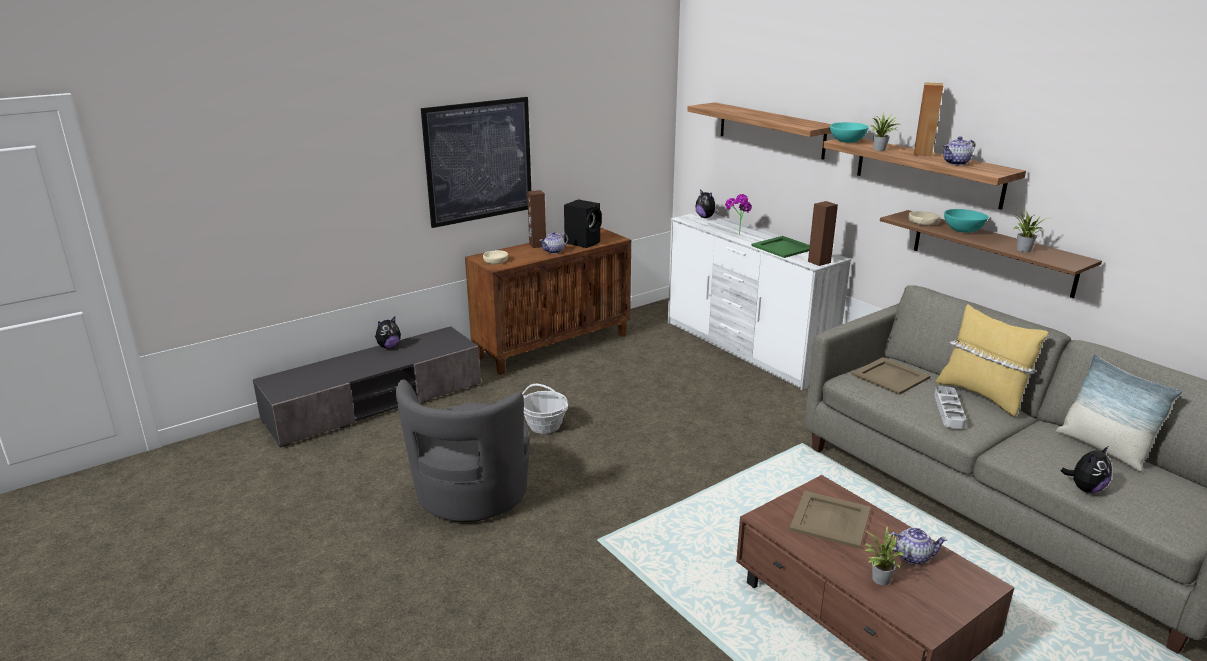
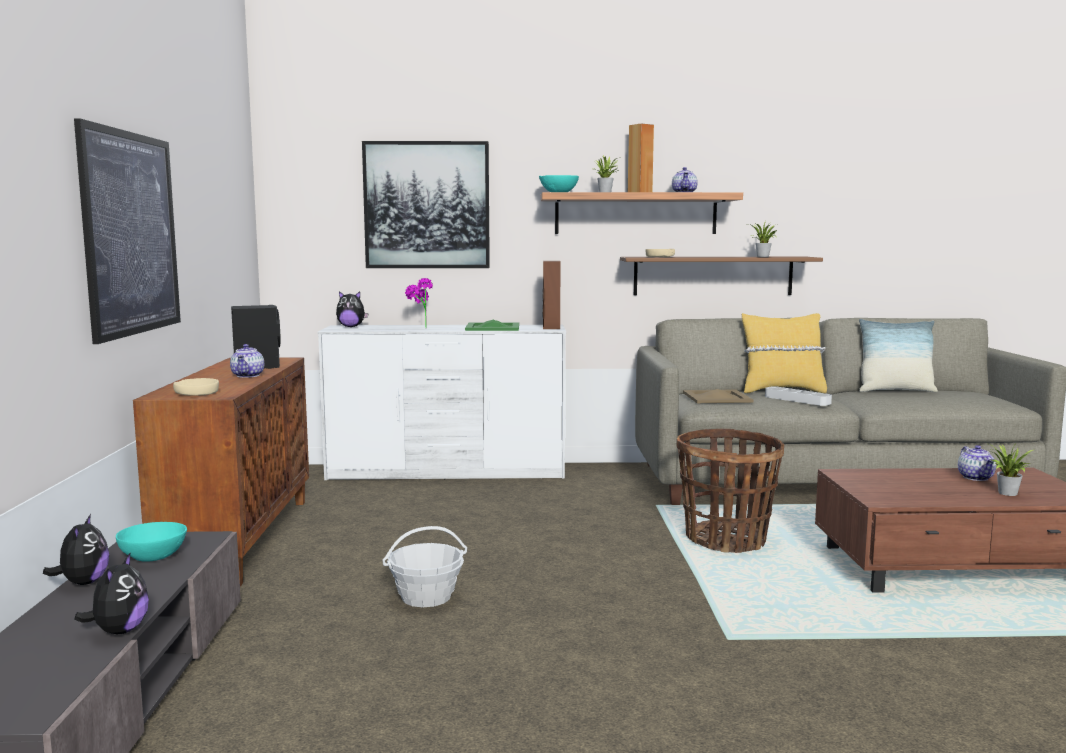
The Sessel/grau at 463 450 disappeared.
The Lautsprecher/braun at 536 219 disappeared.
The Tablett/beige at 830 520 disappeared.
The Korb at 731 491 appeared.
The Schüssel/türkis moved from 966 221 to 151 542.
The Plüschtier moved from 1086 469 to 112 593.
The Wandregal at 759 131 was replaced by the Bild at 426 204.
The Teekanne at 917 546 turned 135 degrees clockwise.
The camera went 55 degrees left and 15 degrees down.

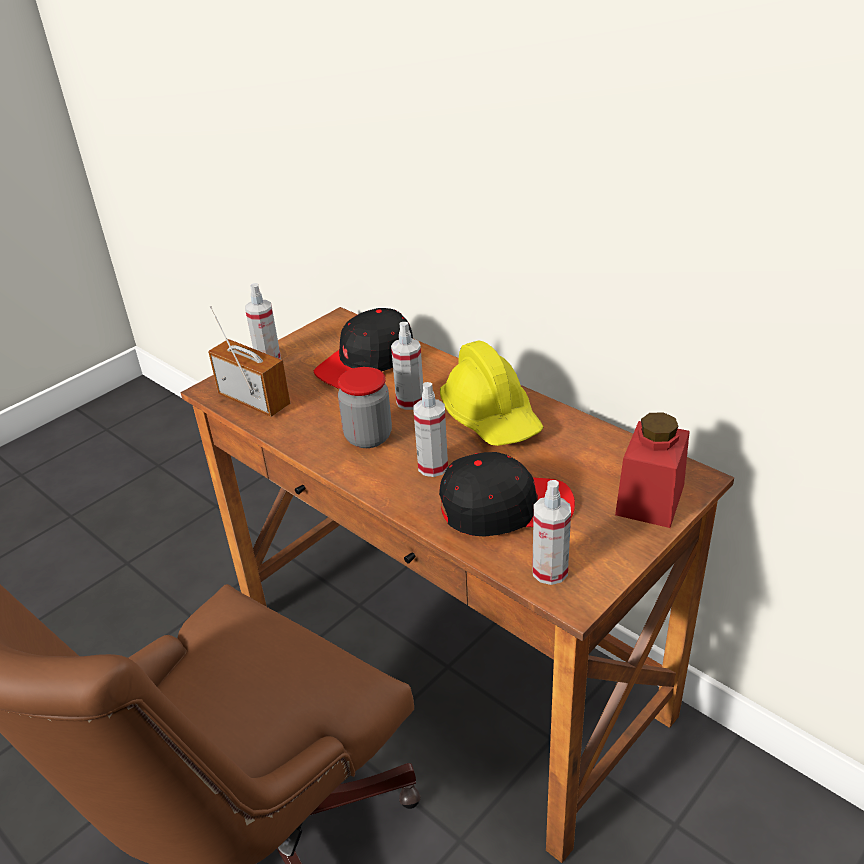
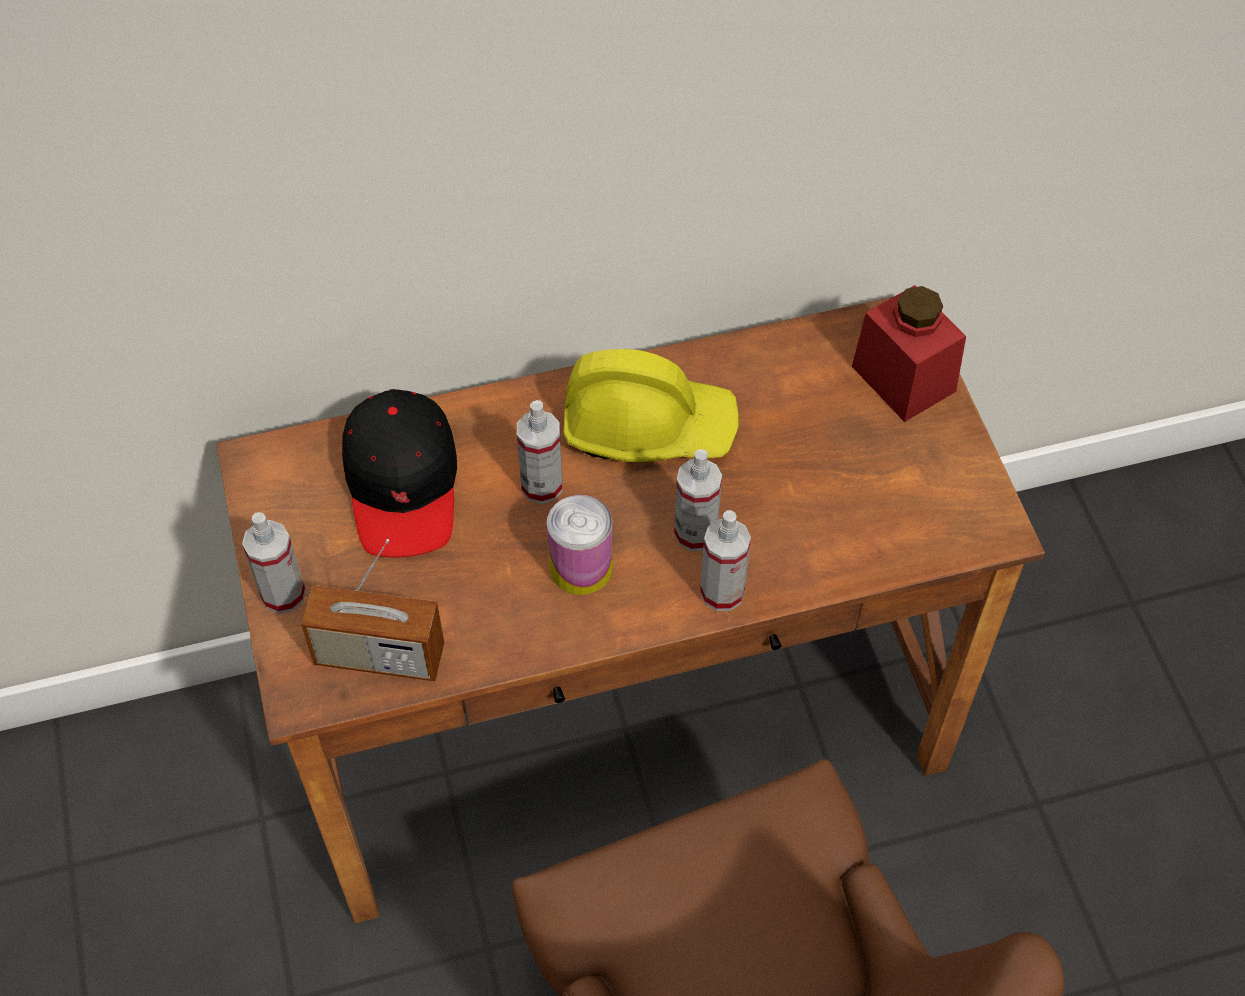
The Kappe/schwarz at 507 494 disappeared.
The Sprühflasche moved from 551 532 to 725 560.
The Vorratsglas at 365 407 was replaced by the Dose at 580 545.
The Radio at 249 361 turned 150 degrees counterclockwise.
The camera went 60 degrees left and 20 degrees up.

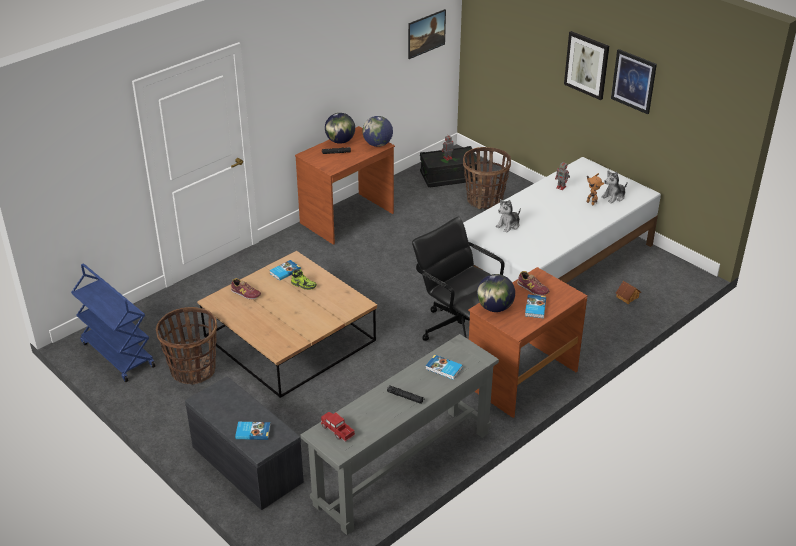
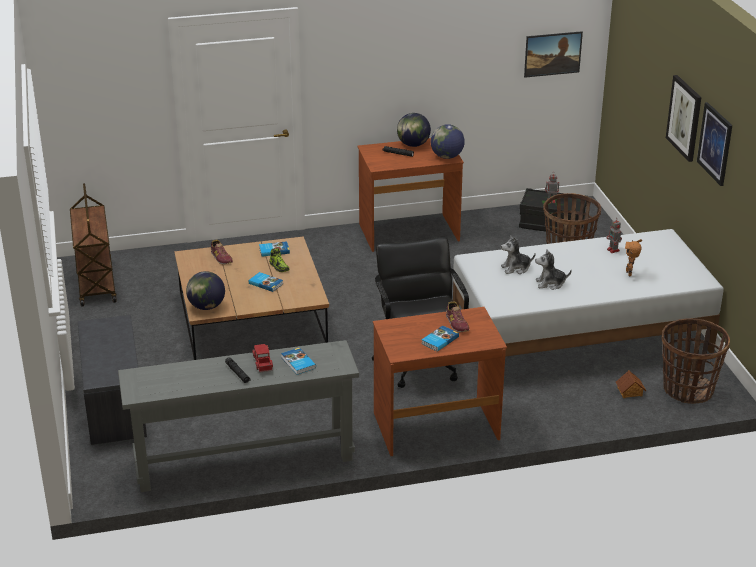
The Korb moved from 186 346 to 696 361.
The Buch moved from 252 431 to 266 282.
The Spielzeuglaster moved from 338 427 to 262 358.
The Globus moved from 496 293 to 205 290.
The Plüschtier moved from 614 186 to 553 269.
The Rollwagen/blau at 113 322 became the Rollwagen/braun at 93 245.
The camera went 30 degrees right and 5 degrees down.

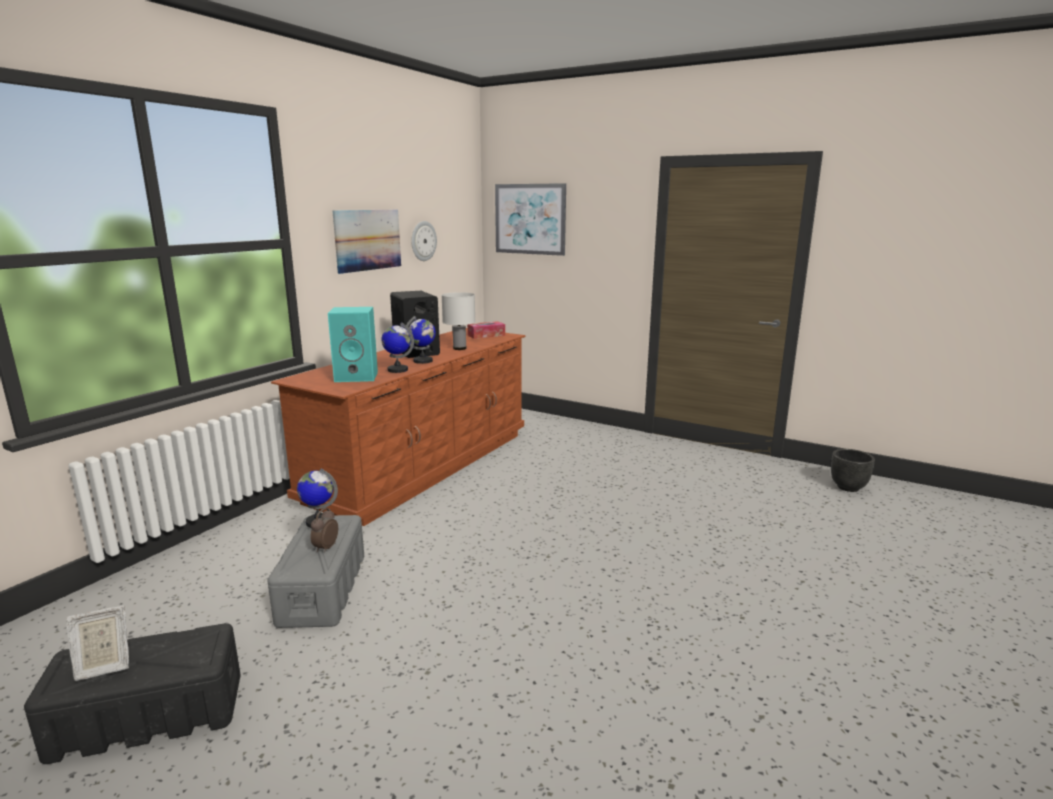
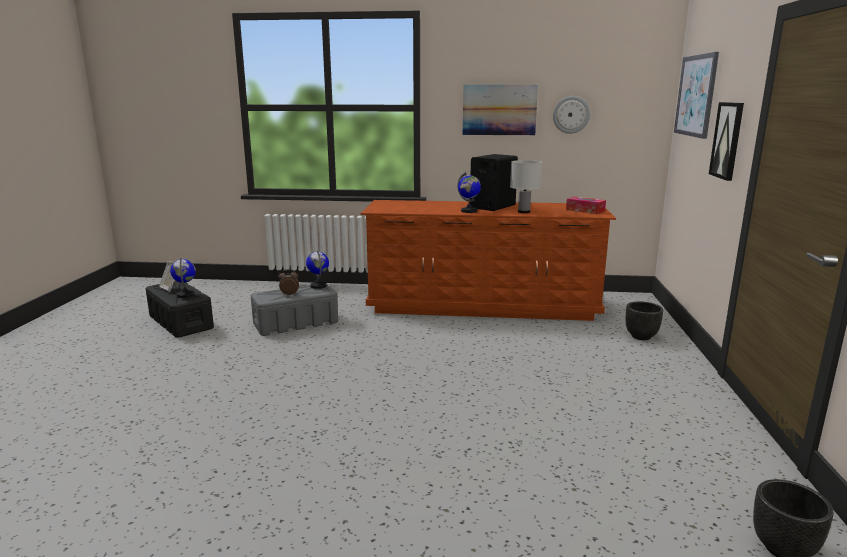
The Lautsprecher/türkis at 353 344 disappeared.
The Pflanzkübel/schwarz at 644 320 appeared.
The Bild at 726 141 appeared.
The Globus moved from 398 347 to 183 278.
The camera went 65 degrees right and 0 degrees up.

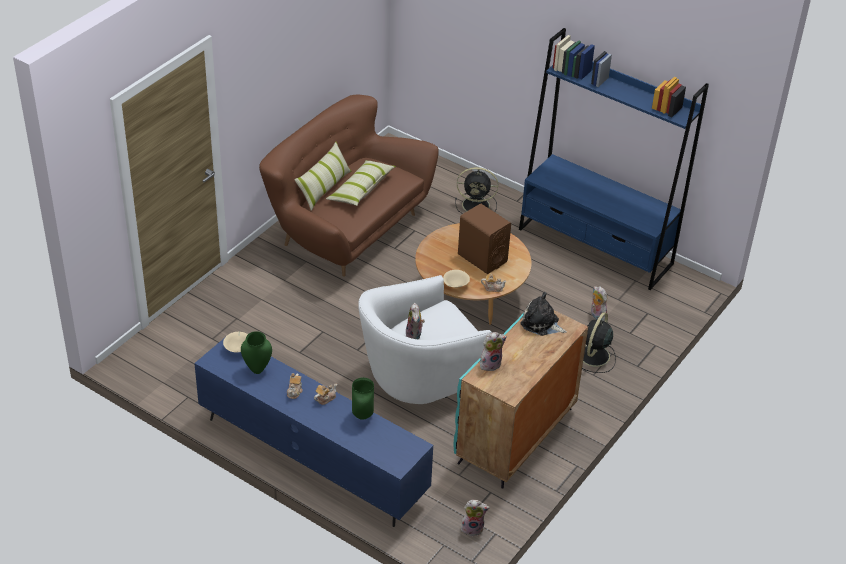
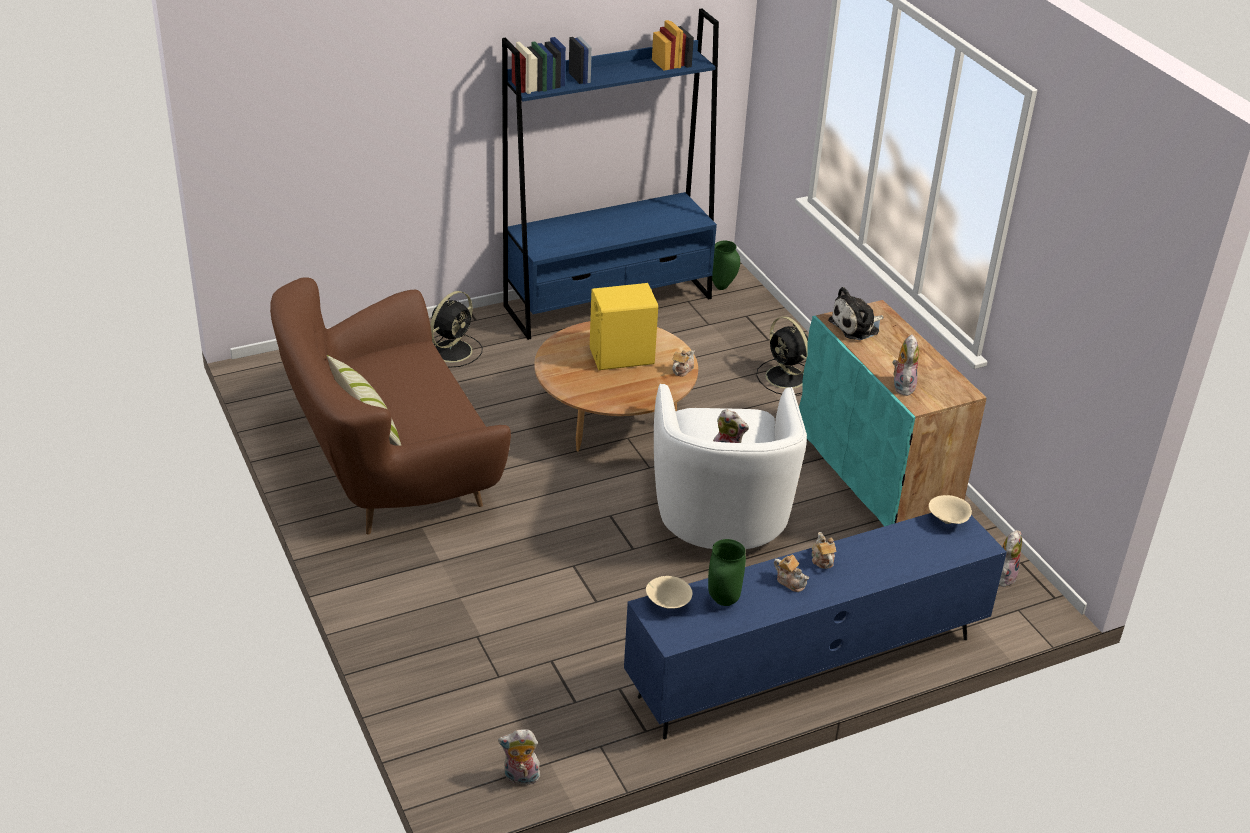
The Kissen at 361 183 disappeared.
The Vase/grün moved from 363 398 to 726 265.
The Schüssel/beige moved from 456 279 to 950 509.
The Plüschtier moved from 599 303 to 519 757.
The Lautsprecher/braun at 484 238 became the Lautsprecher/gelb at 624 326.
The camera went 60 degrees left and 5 degrees down.

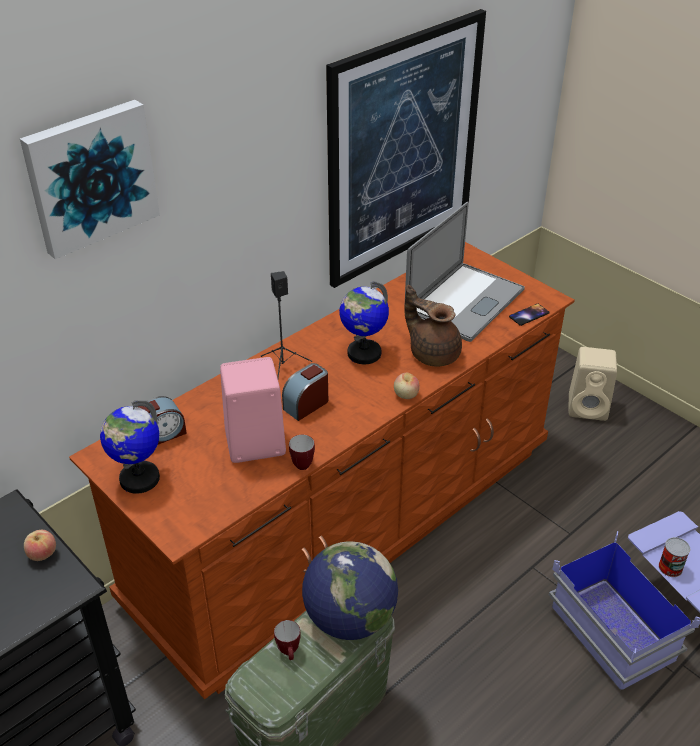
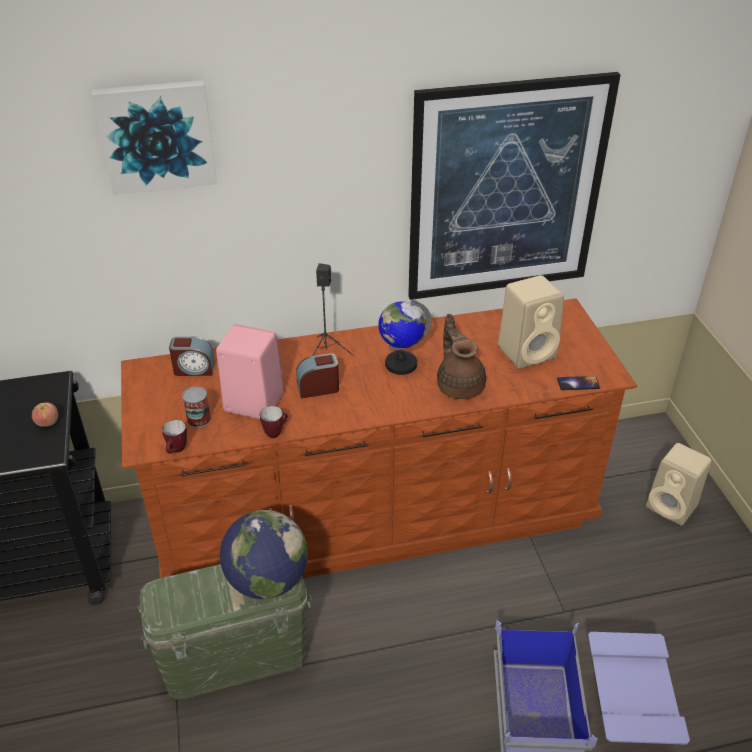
The Globus at 130 447 disappeared.
The Apfel at 407 386 disappeared.
The Henkelbecher moved from 287 640 to 174 437.
The Dose moved from 674 557 to 196 406.
The Laptop at 464 272 was replaced by the Lautsprecher/beige at 531 322.
The camera went 30 degrees right and 0 degrees up.

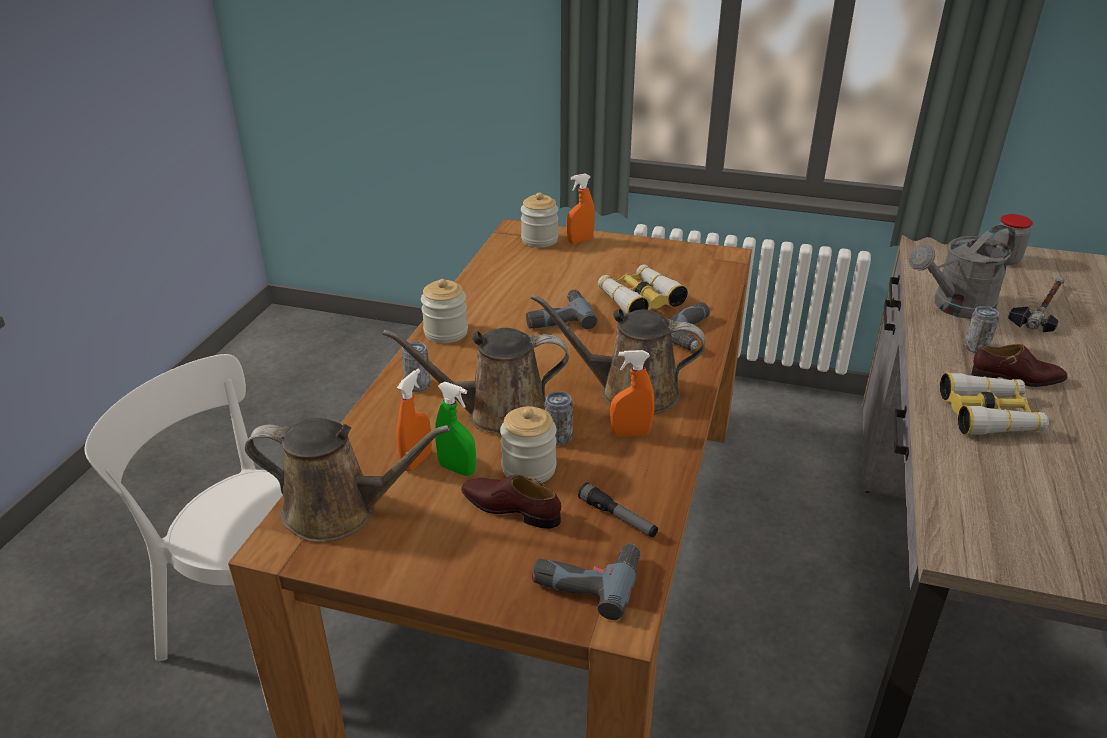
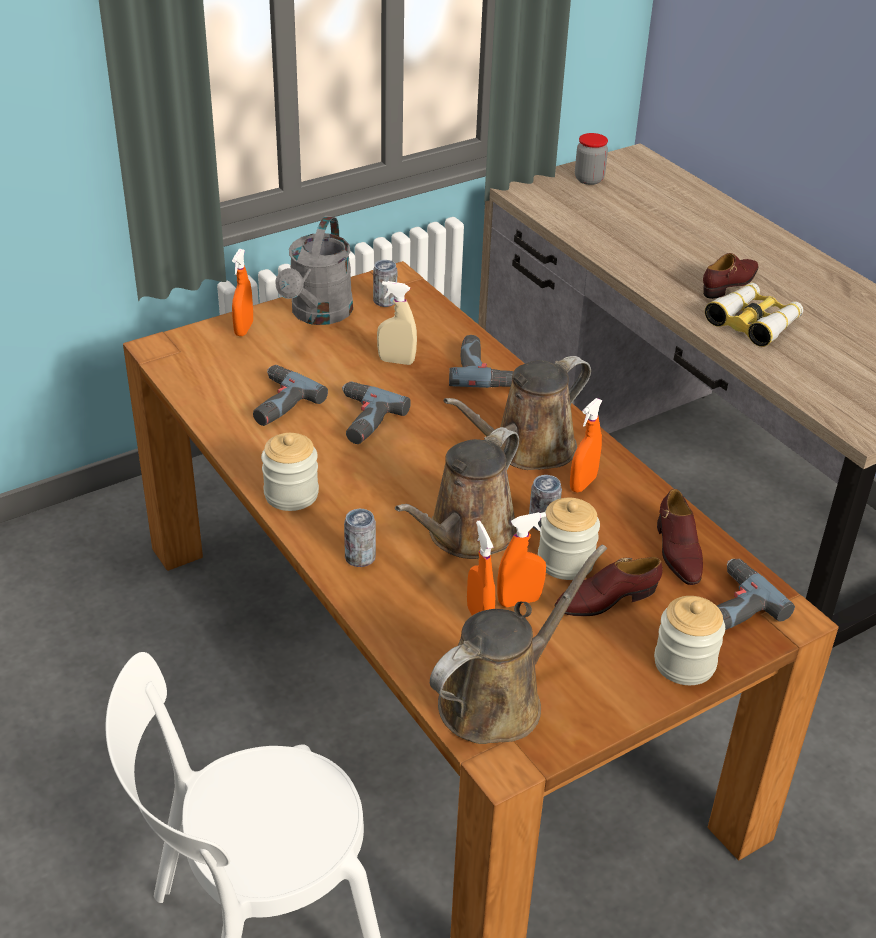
The Hammer at 1036 304 disappeared.
The Bohrmaschine at 290 395 appeared.
The Vorratsglas moved from 539 220 to 689 640.
The Gießkanne/grau moved from 962 272 to 314 270.
The Dose moved from 981 329 to 385 283.
The Taschenlampe at 618 509 was replaced by the Schuh/braun at 680 537.
The Fernglas at 643 289 was replaced by the Sprühflasche/beige at 397 323.
The Sprühflasche/grün at 455 429 became the Sprühflasche/orange at 521 559.
The camera went 50 degrees left and 5 degrees up.

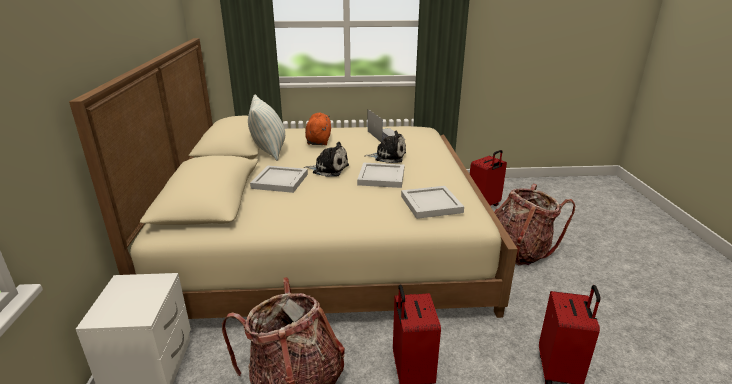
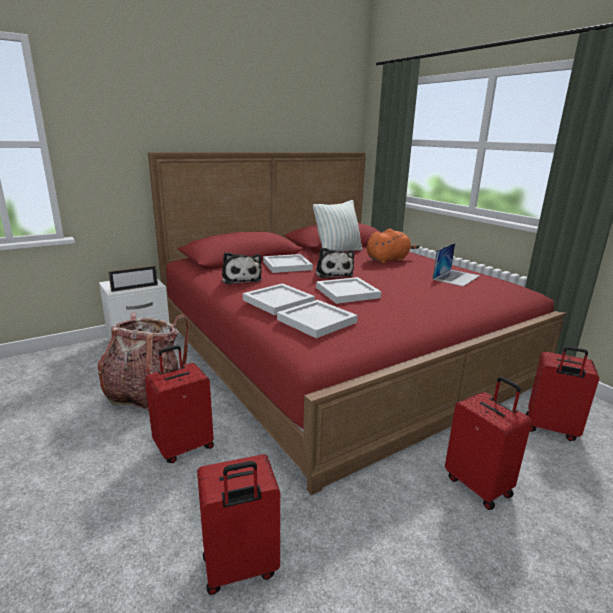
The Bilderrahmen at 133 278 appeared.
The Tablett/weiß at 279 299 appeared.
The Plüschtier moved from 385 147 to 242 268.
The Rucksack at 534 224 was replaced by the Koffer/rot at 488 443.
The Bett/beige at 293 178 became the Bett/rot at 357 323.
The camera went 60 degrees right and 5 degrees down.

